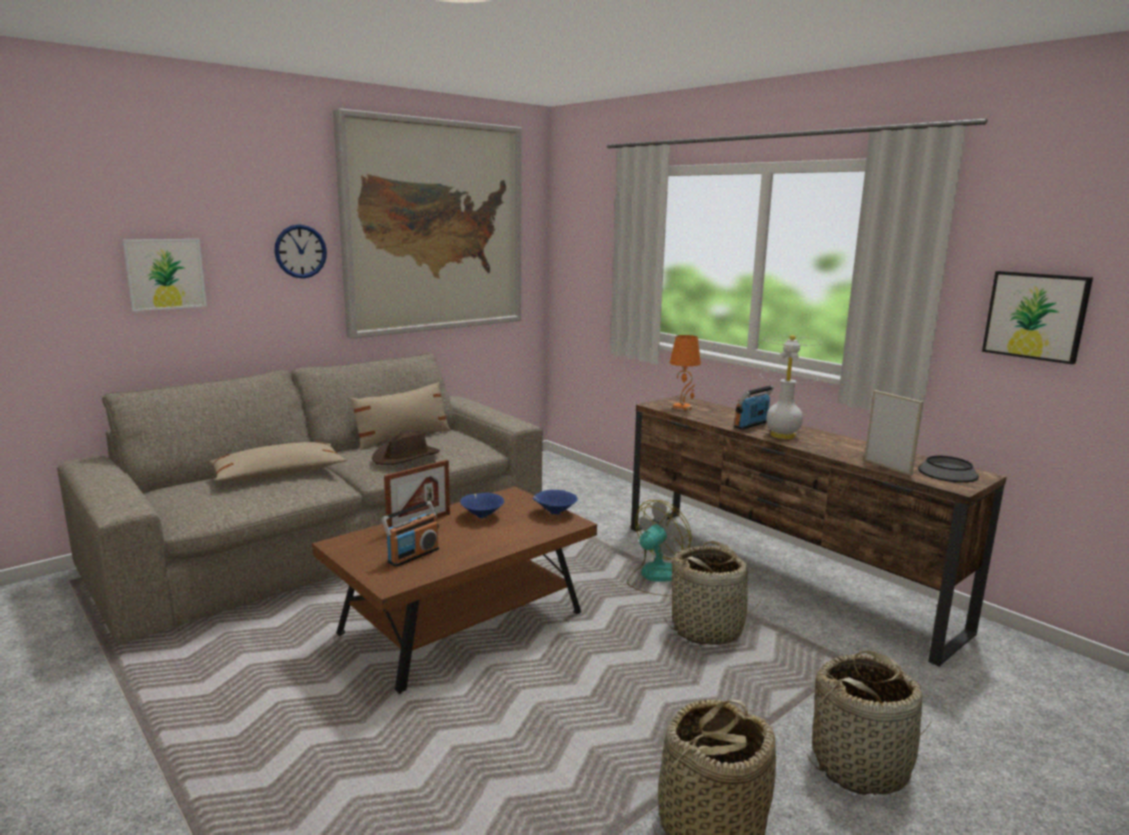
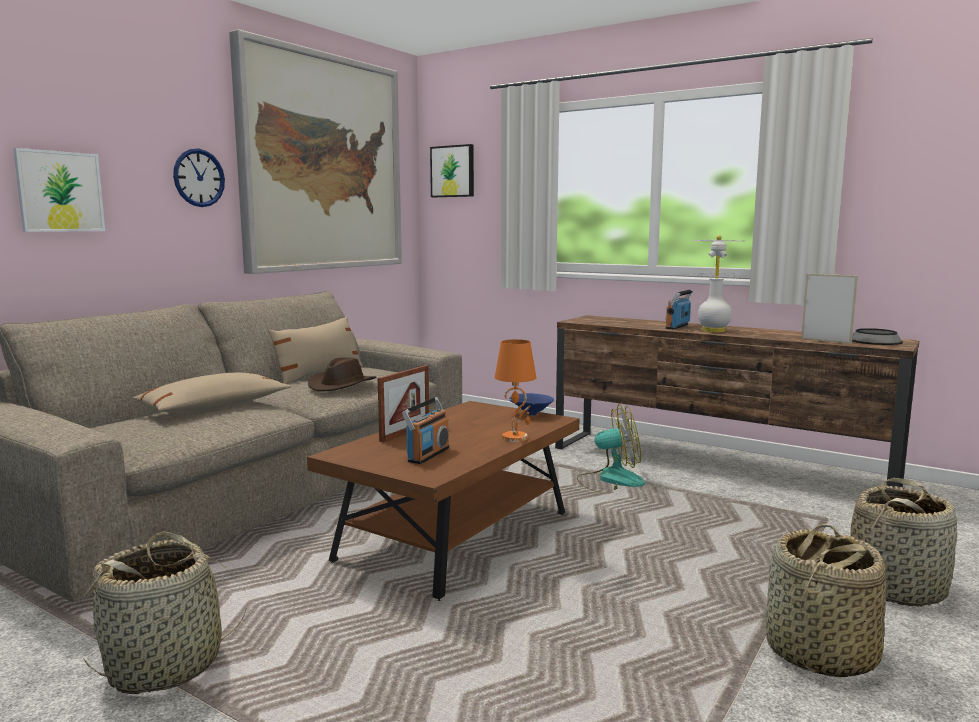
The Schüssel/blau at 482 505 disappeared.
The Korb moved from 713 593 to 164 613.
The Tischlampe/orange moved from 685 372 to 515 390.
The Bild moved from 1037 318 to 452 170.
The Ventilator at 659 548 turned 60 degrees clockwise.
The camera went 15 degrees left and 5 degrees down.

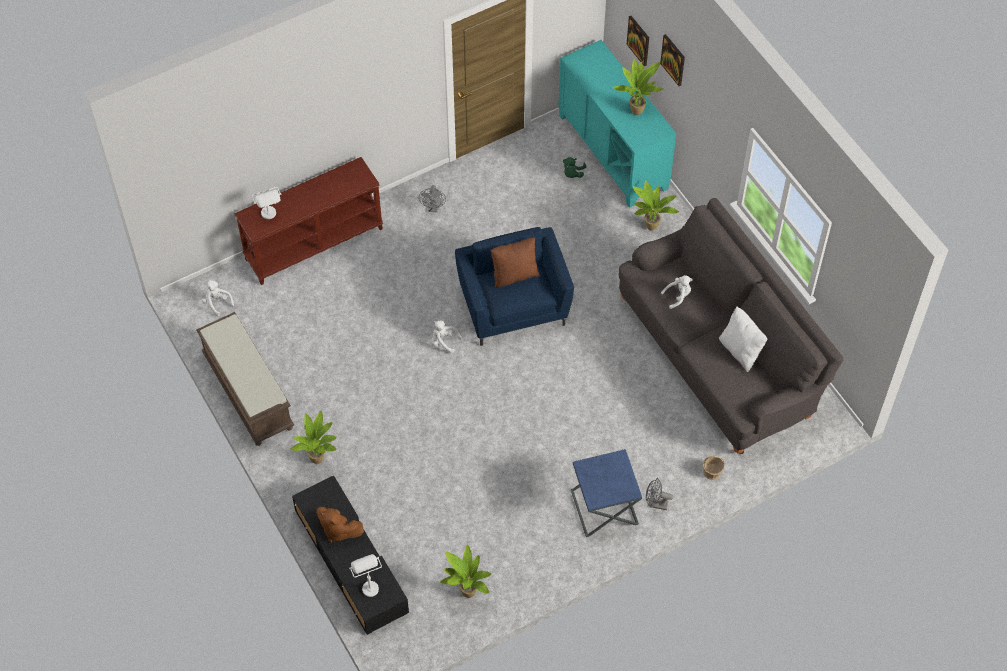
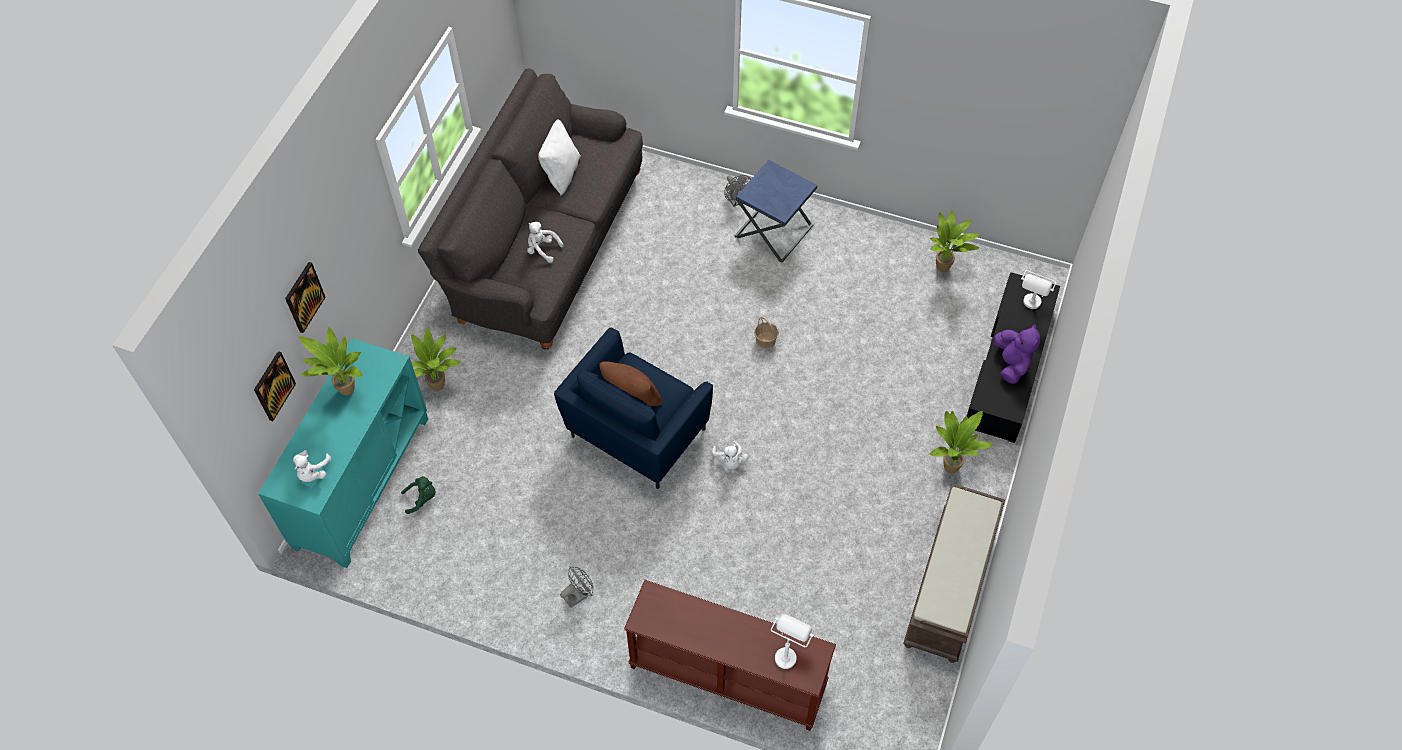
The Plüschtier/weiß moved from 218 298 to 312 466.
The Korb moved from 713 468 to 766 333.
The Plüschtier/braun at 340 524 became the Plüschtier/lila at 1017 353.
The camera went 130 degrees left and 0 degrees up.

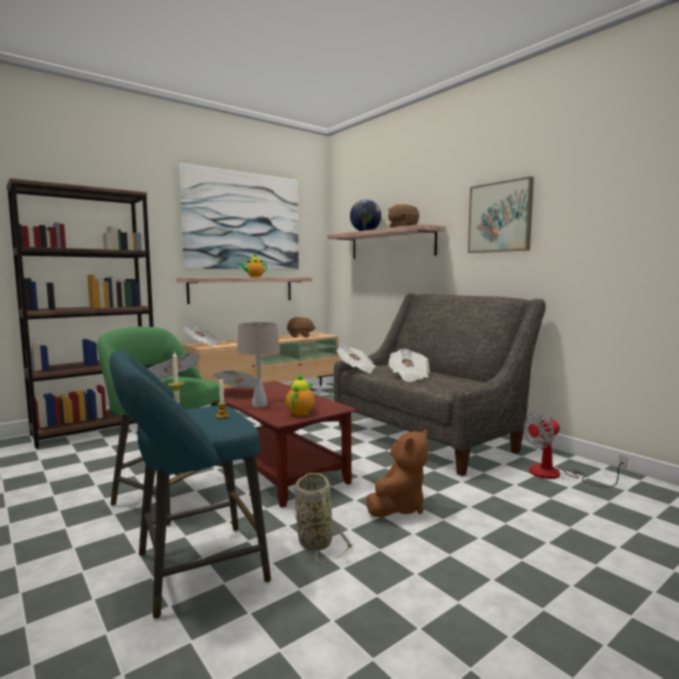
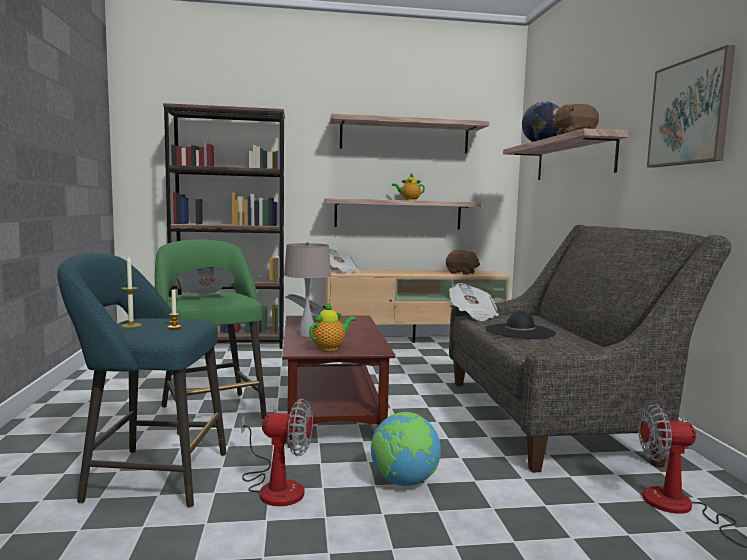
The Bild at 239 216 was replaced by the Wandregal at 409 134.
The Korb at 323 518 was replaced by the Ventilator at 277 452.
The Plüschtier/braun at 397 474 was replaced by the Globus at 406 449.
The Zeitung at 408 365 was replaced by the Hut/schwarz at 520 325.
The camera went 30 degrees right and 0 degrees up.

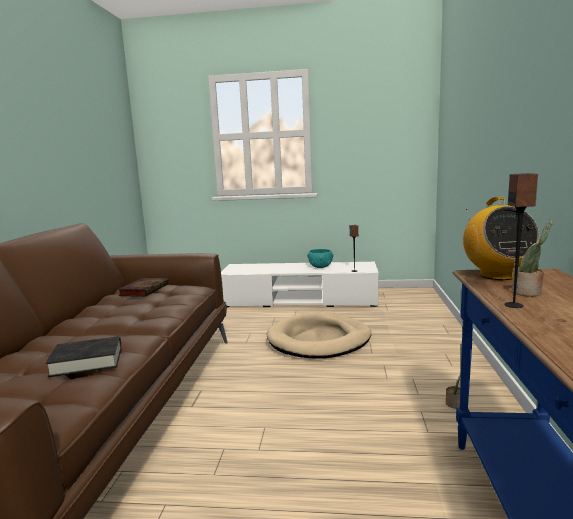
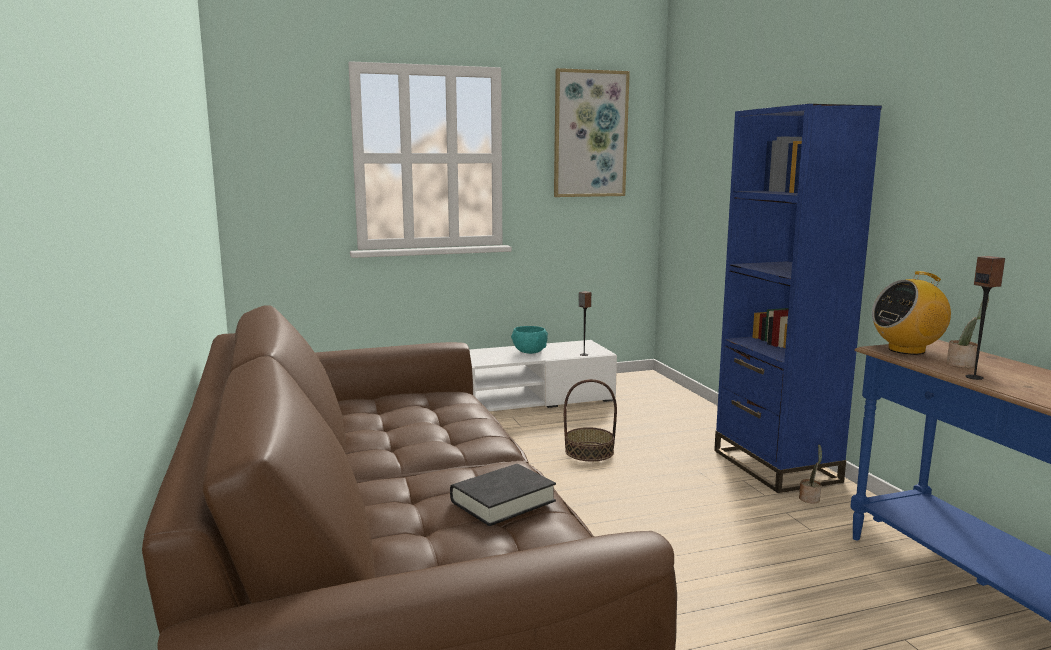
The Buch at 143 287 disappeared.
The Bild at 592 132 appeared.
The Bücherregal/blau at 798 298 appeared.
The Hundebett/beige at 319 335 was replaced by the Korb at 590 420.
The Radio at 501 238 turned 105 degrees clockwise.
The camera went 25 degrees left and 0 degrees up.

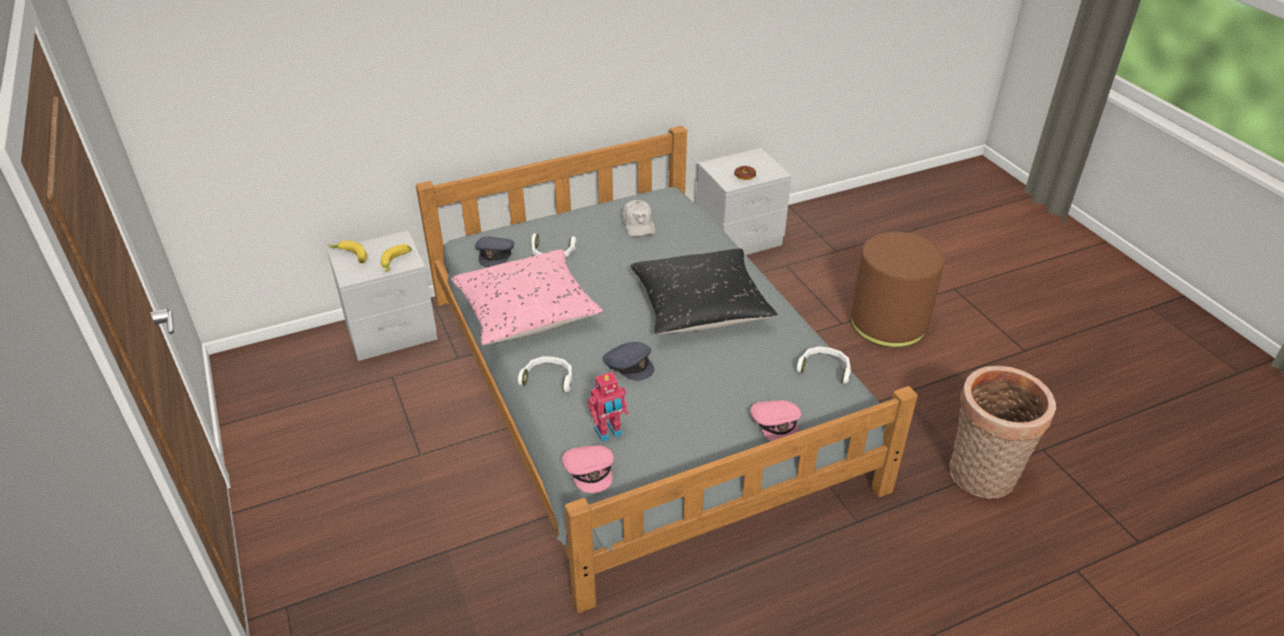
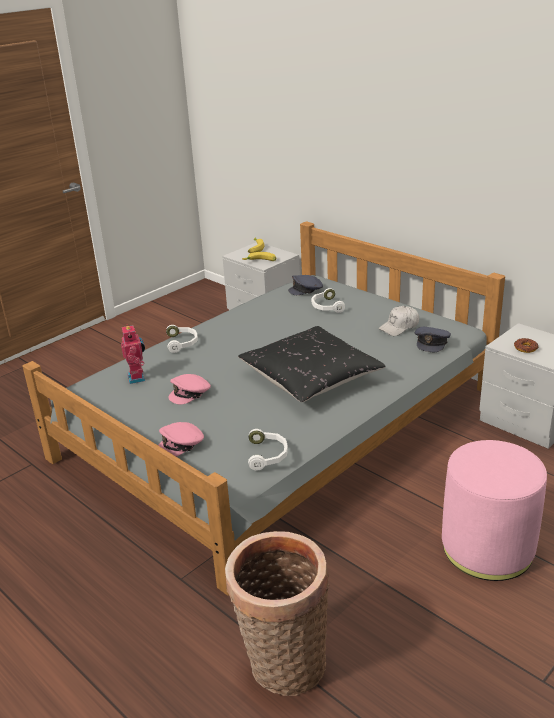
The Kissen/rosa at 527 297 disappeared.
The Kappe/rosa moved from 588 469 to 189 389.
The Kappe/grau moved from 628 361 to 433 339.
The Polsterhocker/braun at 897 290 became the Polsterhocker/rosa at 494 510.
The Spielzeugroboter at 608 407 turned 150 degrees counterclockwise.
The camera went 70 degrees right and 10 degrees down.

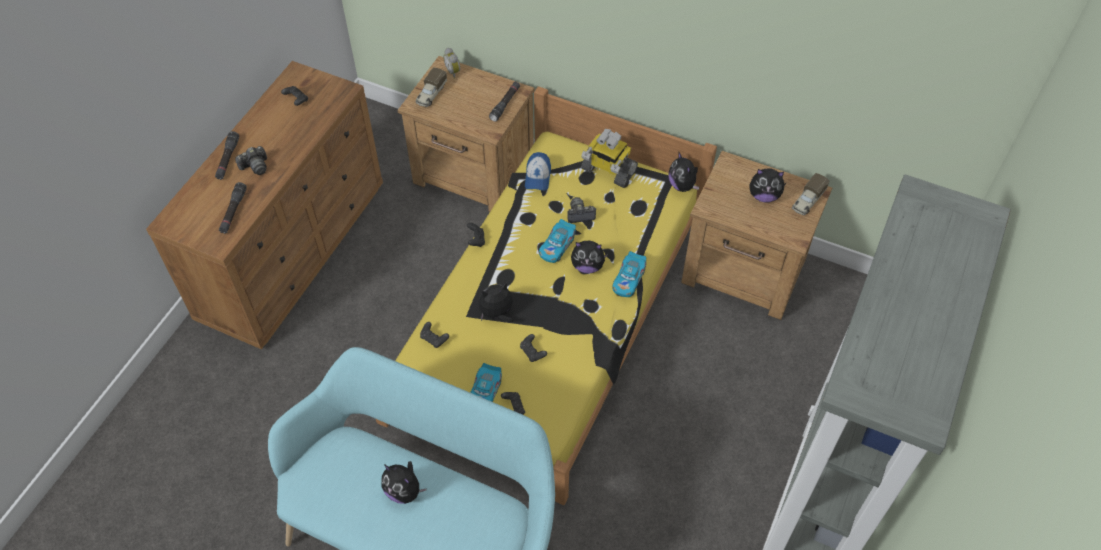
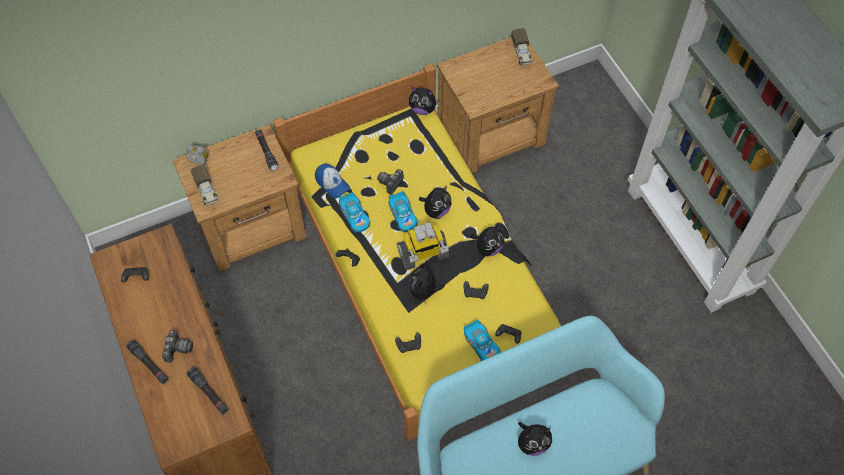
The Spielzeugroboter moved from 609 158 to 423 246.
The Spielzeugauto moved from 629 274 to 354 212.
The Plüschtier moved from 768 185 to 487 240.
The camera went 50 degrees left and 5 degrees up.

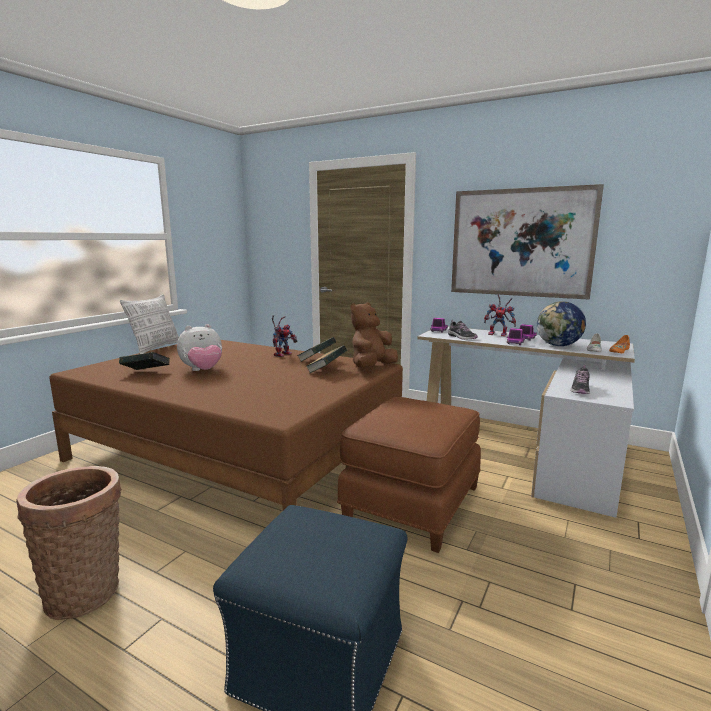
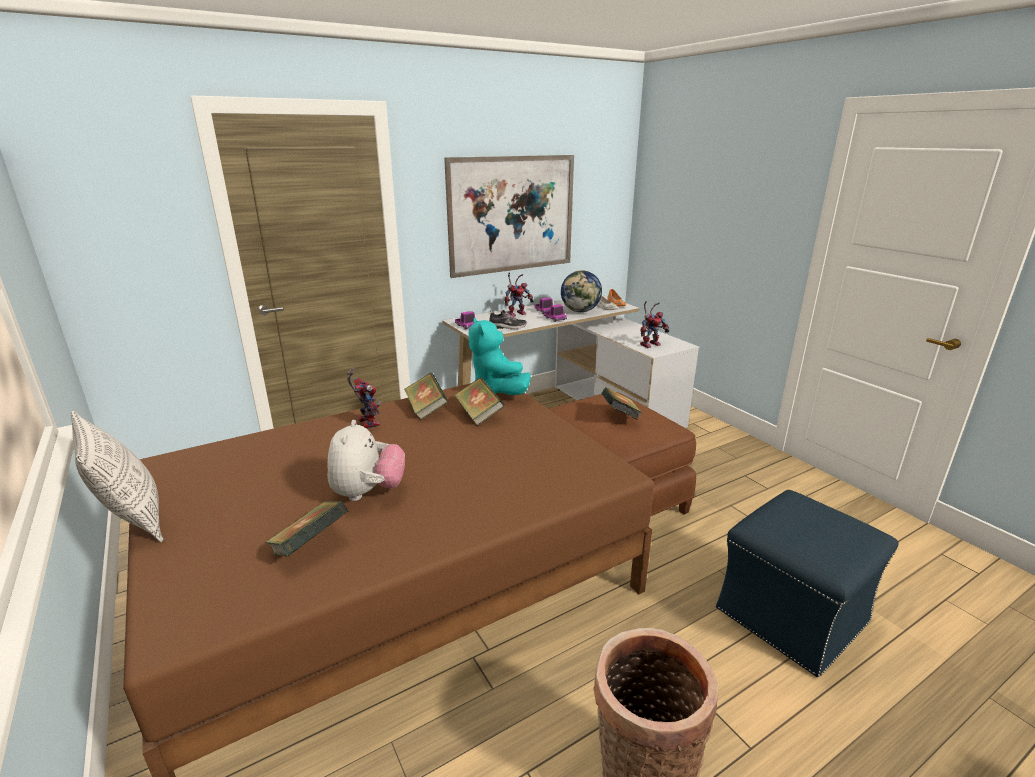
The Buch at 621 403 appeared.
The Schuh at 580 379 was replaced by the Spielzeugroboter at 654 324.
The Plüschtier/braun at 374 335 became the Plüschtier/türkis at 499 356.
The camera went 60 degrees left and 10 degrees up.

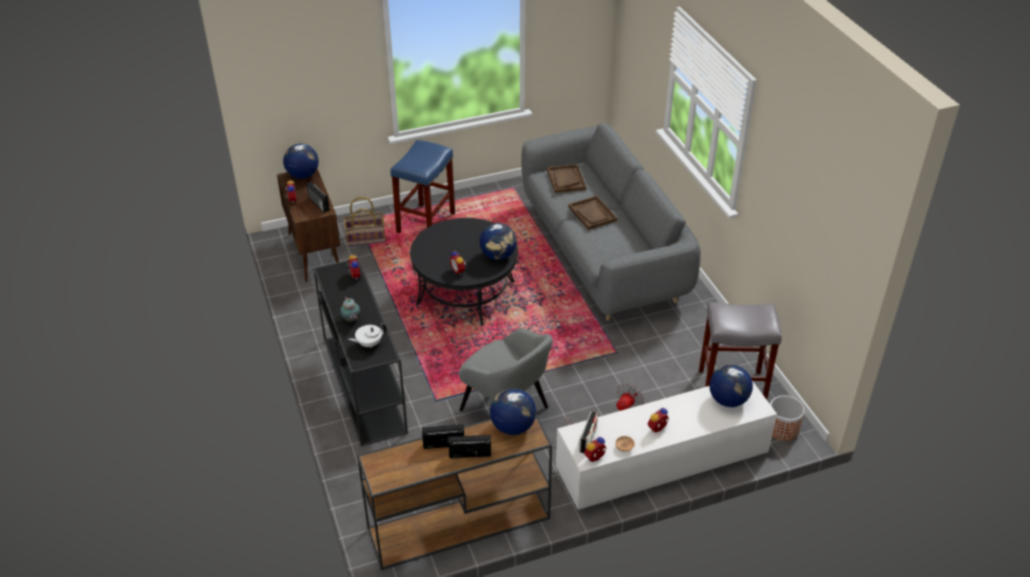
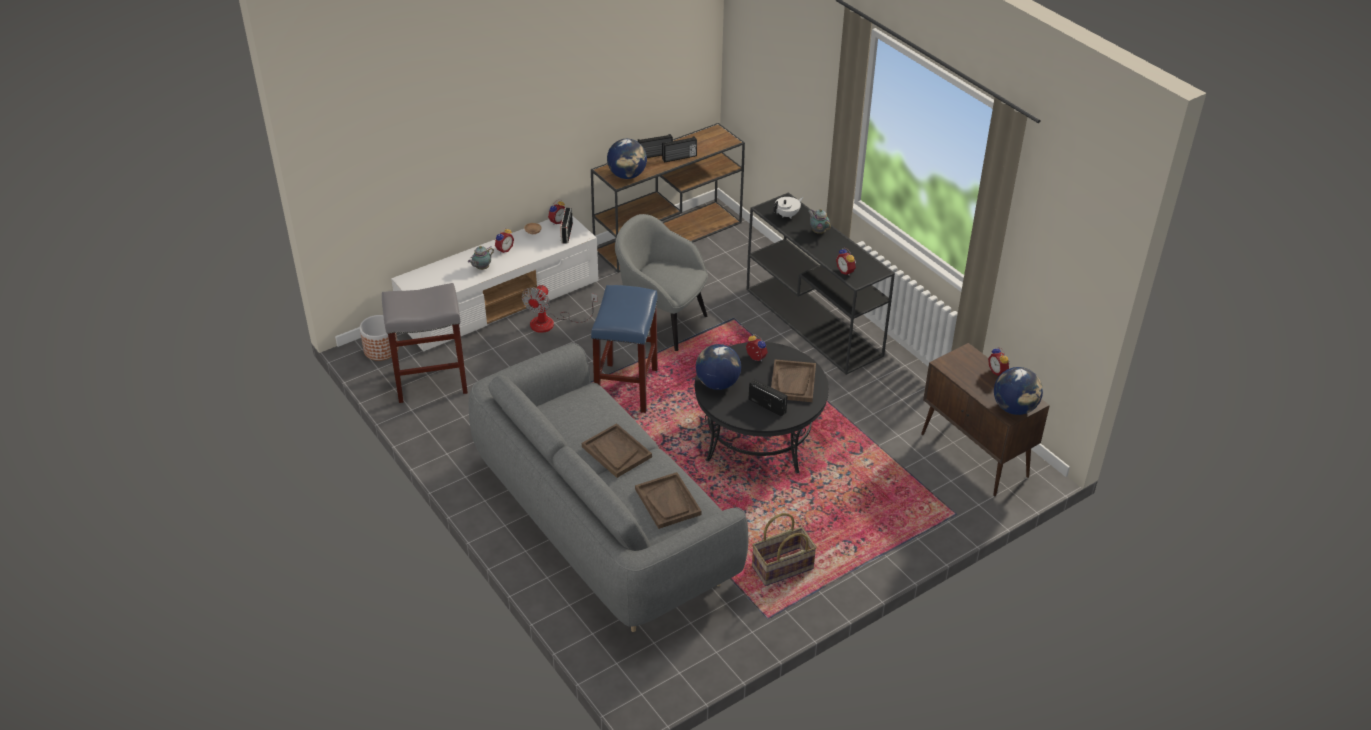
The Globus at 731 385 disappeared.
The Teekanne at 481 258 appeared.
The Tablett/braun at 793 380 appeared.
The Radio moved from 318 197 to 768 398.
The Korb moved from 364 222 to 784 549.
The Hocker/blau moved from 422 186 to 624 349.
The camera went 165 degrees right and 0 degrees up.

